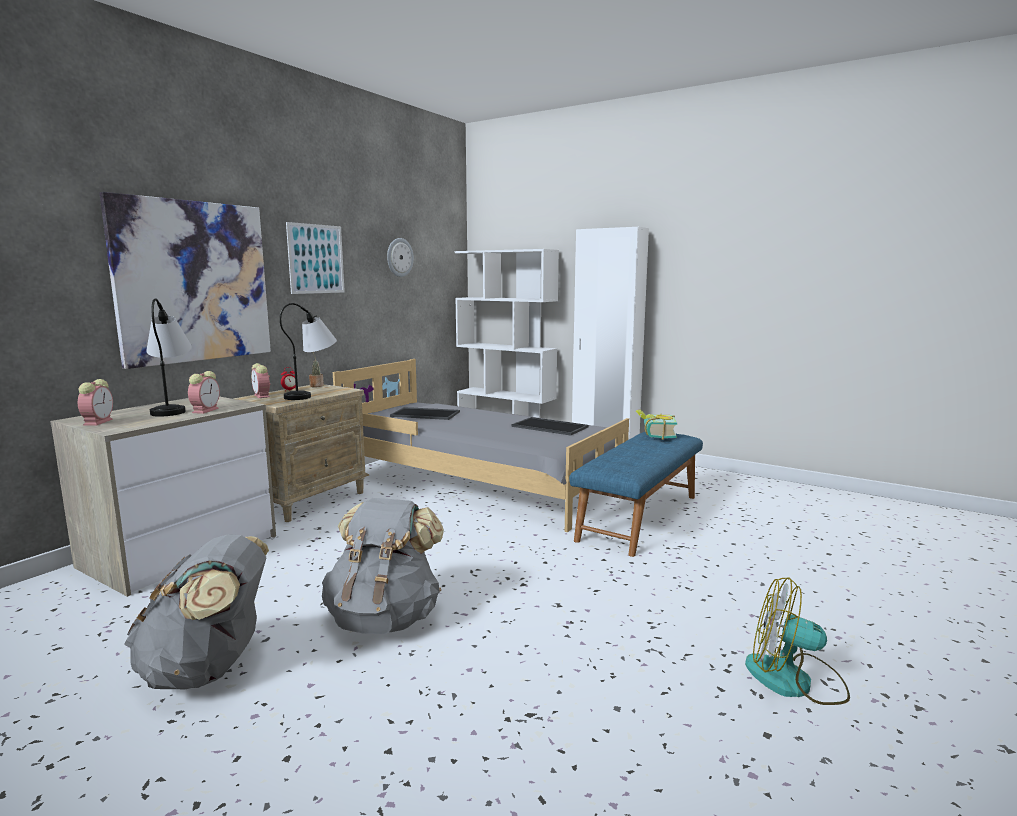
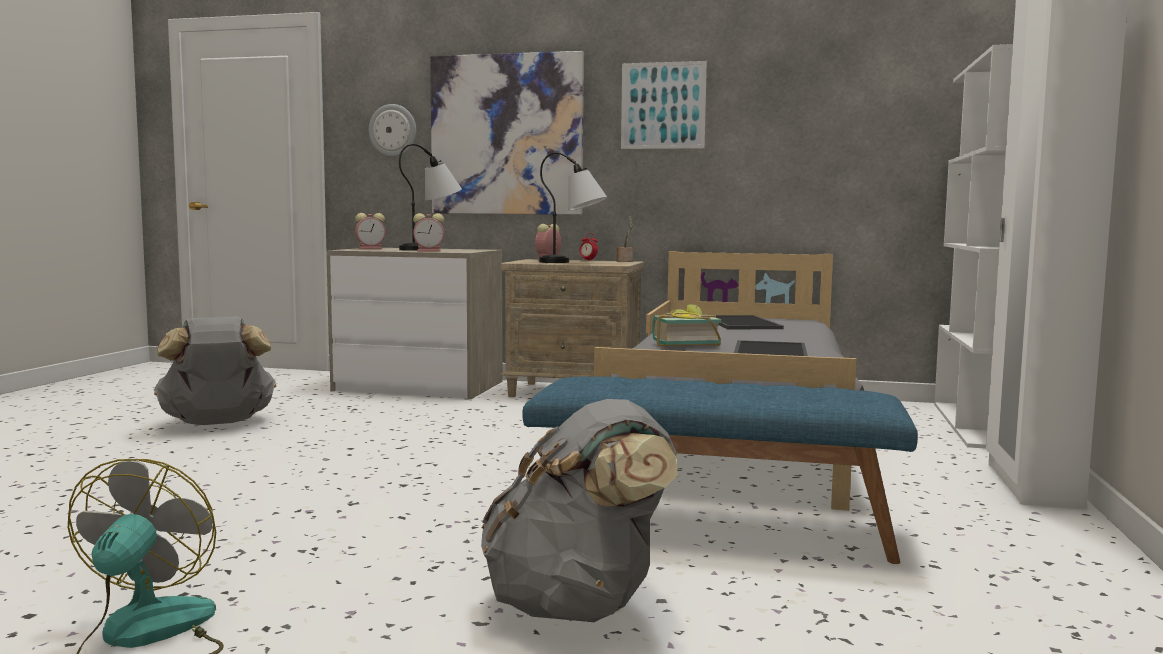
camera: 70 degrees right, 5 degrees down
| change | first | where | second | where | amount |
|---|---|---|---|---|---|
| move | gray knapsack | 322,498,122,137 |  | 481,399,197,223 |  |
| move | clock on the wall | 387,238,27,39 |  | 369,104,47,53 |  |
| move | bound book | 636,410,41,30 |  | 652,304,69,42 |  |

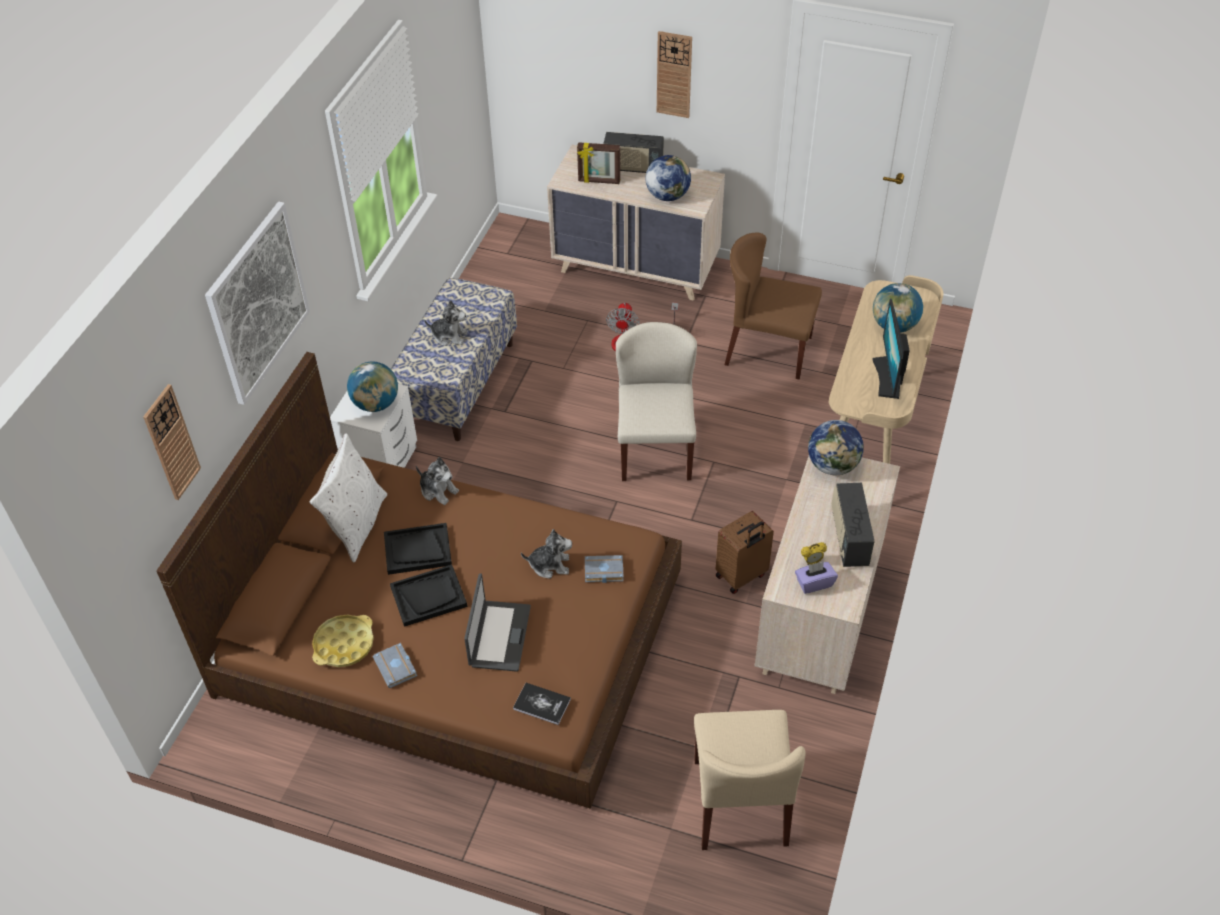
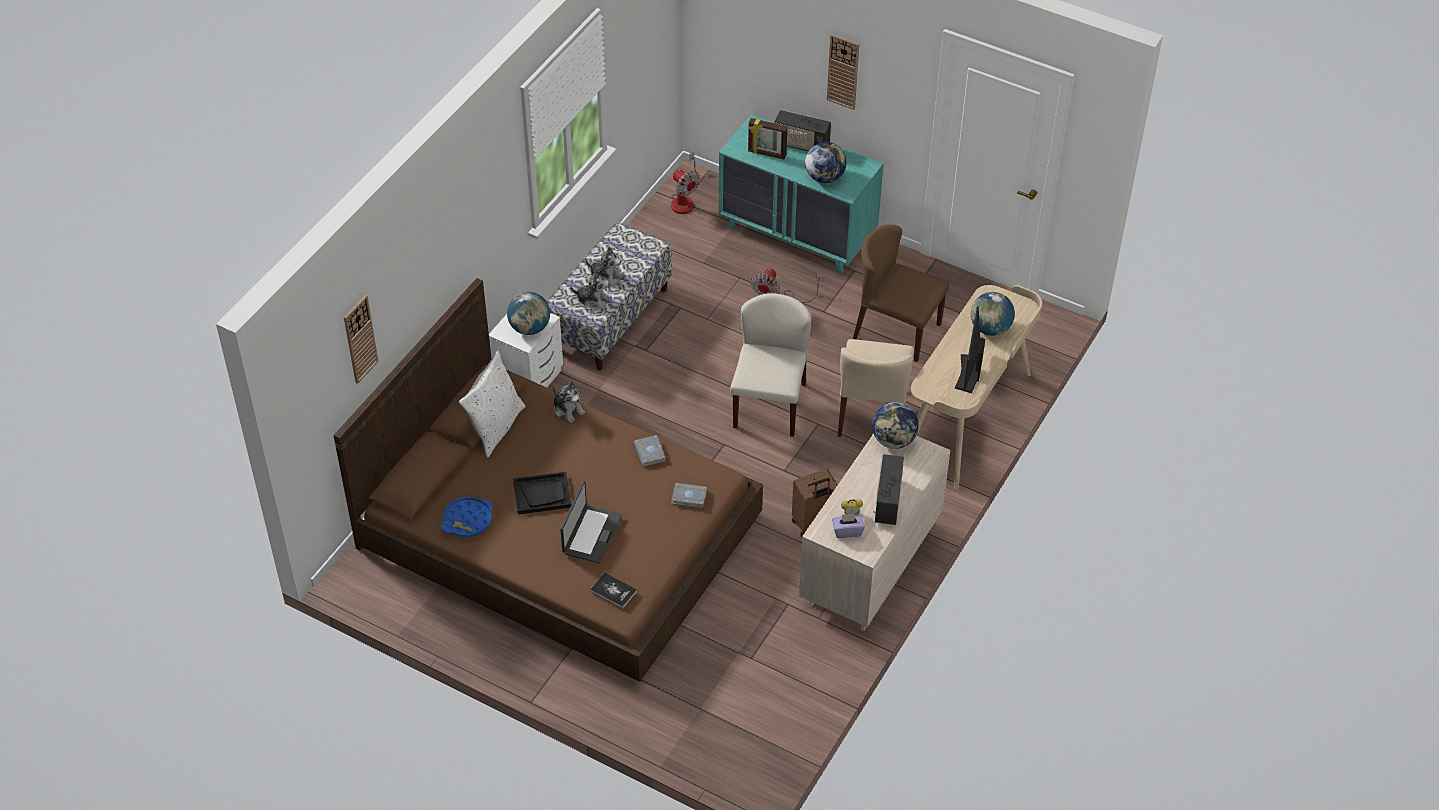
camera: 10 degrees right, 0 degrees up
| change | first | where | second | where | amount |
|---|---|---|---|---|---|
| delete | picture | 205,201,105,204 |  |  |  |
| recolor | yellow-coloured carrying tray | 312,615,62,52 | blue carrying tray | 441,497,52,40 |  |
| move | gray bound book | 373,643,44,45 |  | 634,435,32,32 |  |
| delete | black-coloured carrying tray | 384,523,68,52 |  |  |  |
| move | plush toy | 521,529,51,50 |  | 571,270,38,40 |  |
| recolor | beige-coloured drawer chest | 547,145,178,156 | turquoise-coloured drawer chest | 719,114,164,159 |  |
| move | beige-coloured plain chair | 694,710,112,140 |  | 838,339,76,98 |  |
| insert |  |  | electric fan | 671,152,29,62 |  |

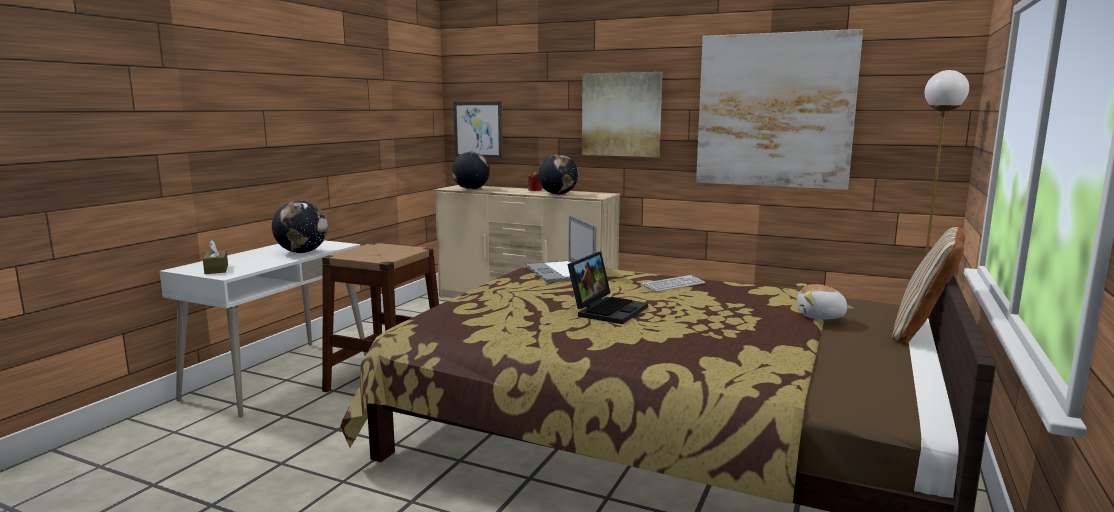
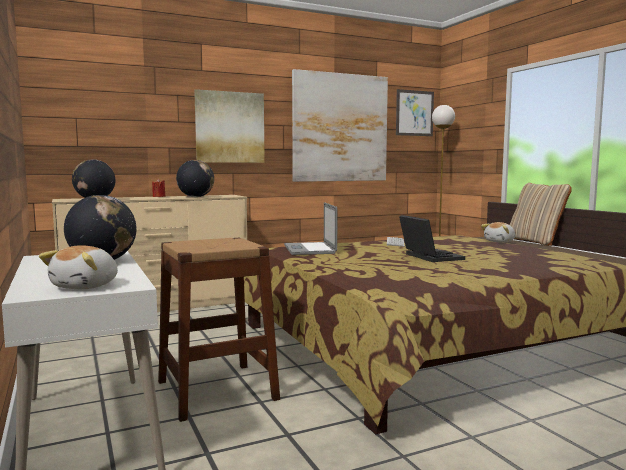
camera: 50 degrees left, 5 degrees down
| change | first | where | second | where | amount |
|---|---|---|---|---|---|
| replace | brown tissue box | 203,240,25,34 | plush toy | 39,245,79,44 |  |
| move | picture | 453,102,50,56 |  | 396,89,38,47 |  |
| rotate | laptop | 525,215,71,68 |  | 284,202,54,53 | 60 degrees clockwise |

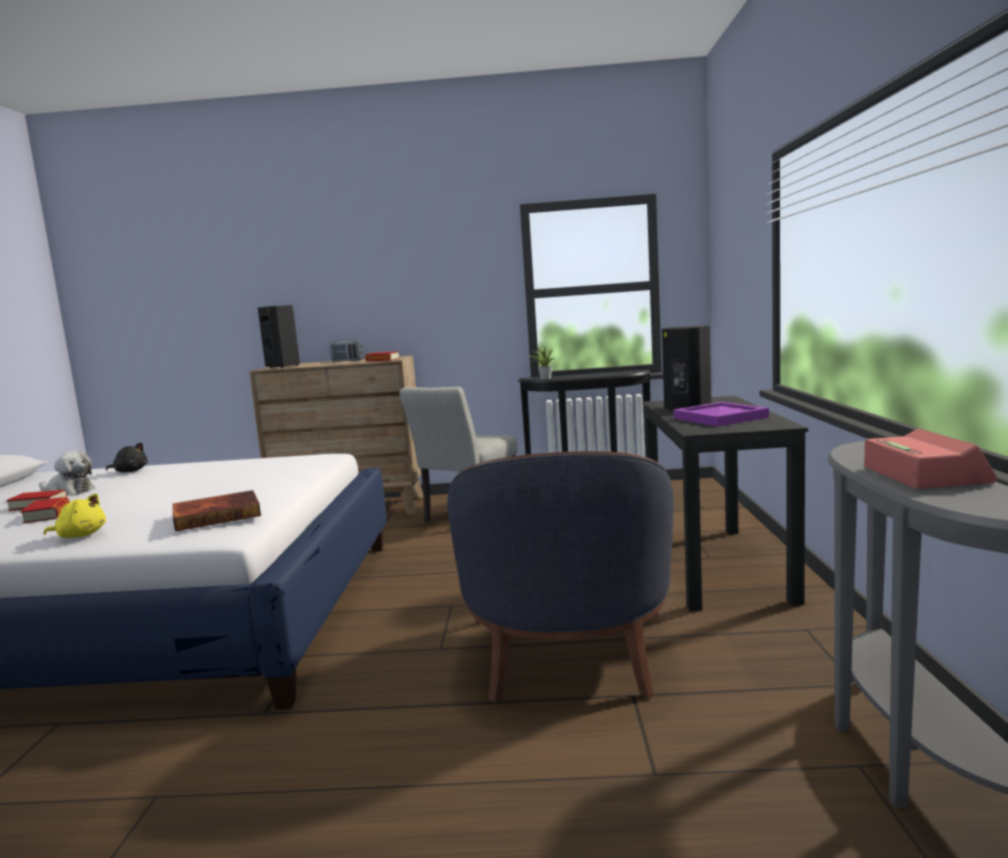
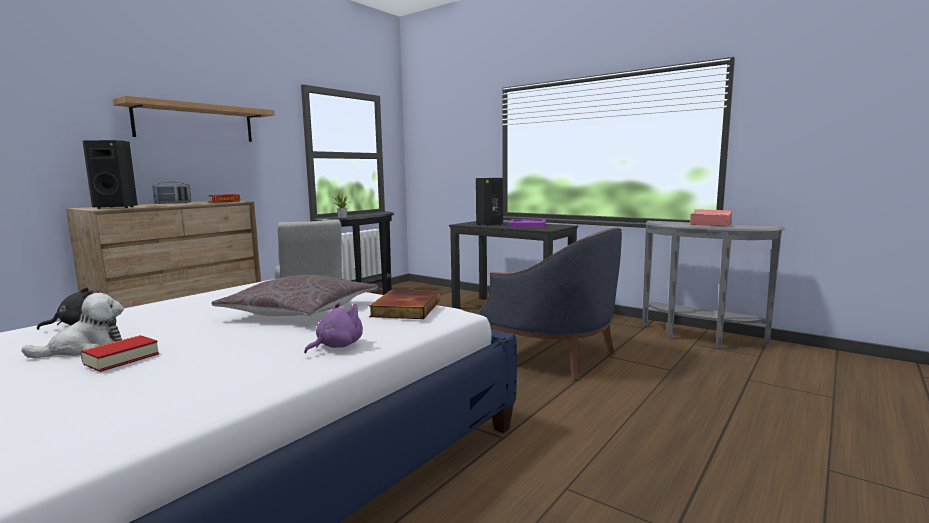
camera: 55 degrees left, 0 degrees up
| change | first | where | second | where | amount |
|---|---|---|---|---|---|
| delete | bound book | 20,497,49,27 |  |  |  |
| recolor | yellow-coloured plush toy | 44,493,62,45 | purplish plush toy | 304,302,59,52 |  |
| insert |  |  | wall shelf | 113,96,161,46 |  |
| insert |  |  | gray throw pillow | 212,275,166,41 |  |

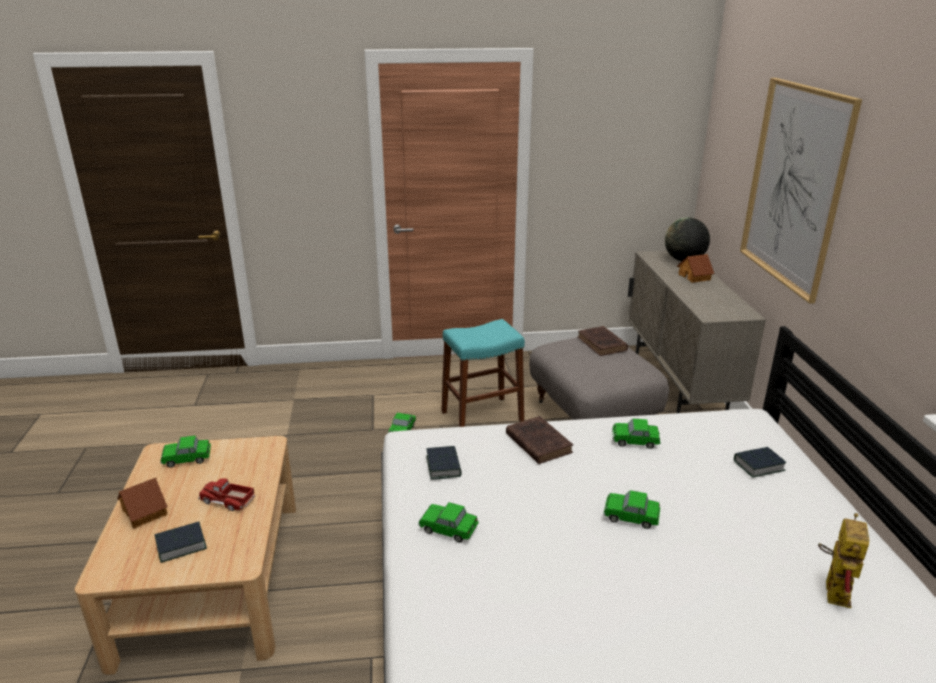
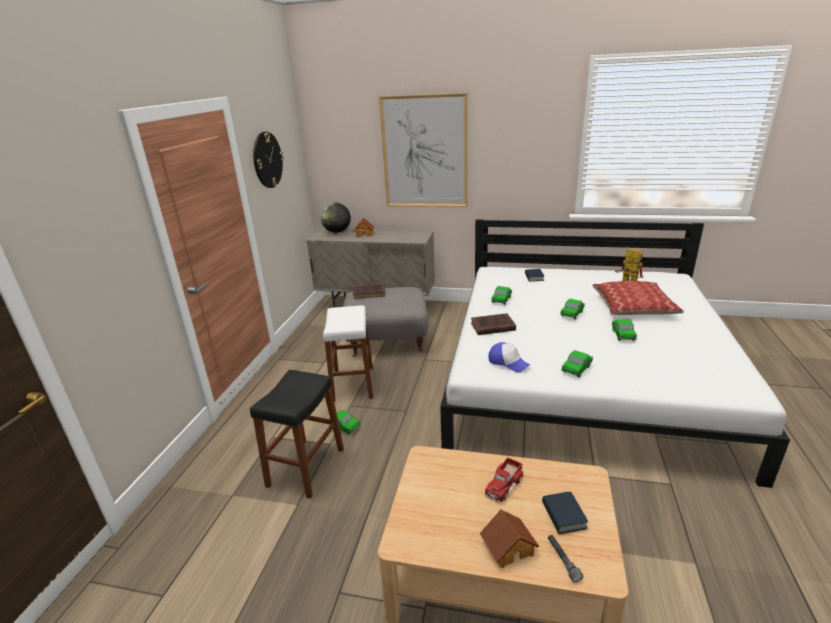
camera: 70 degrees left, 0 degrees up
| change | first | where | second | where | amount |
|---|---|---|---|---|---|
| move | model car | 160,435,51,33 |  | 612,319,25,22 |  |
| replace | bound book | 426,446,36,34 | peaked cap | 488,342,43,30 |  |
| recolor | turquoise-coloured stool seat | 441,319,84,108 | white-coloured stool seat | 323,306,50,96 |  |
| insert |  |  | black-coloured stool seat | 250,370,94,129 |  |
| insert |  |  | clock on the wall | 253,132,31,56 |  |
| insert |  |  | gray hand torch | 548,535,35,48 |  |
| insert |  |  | throw pillow | 593,281,91,34 |  |

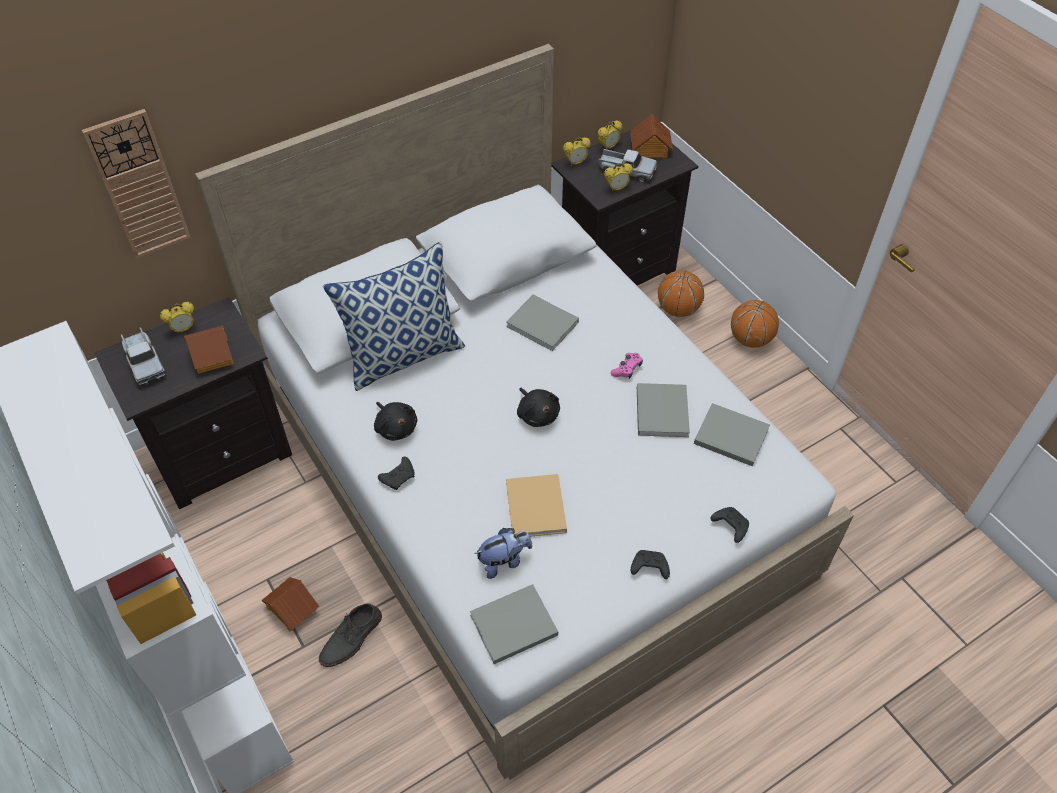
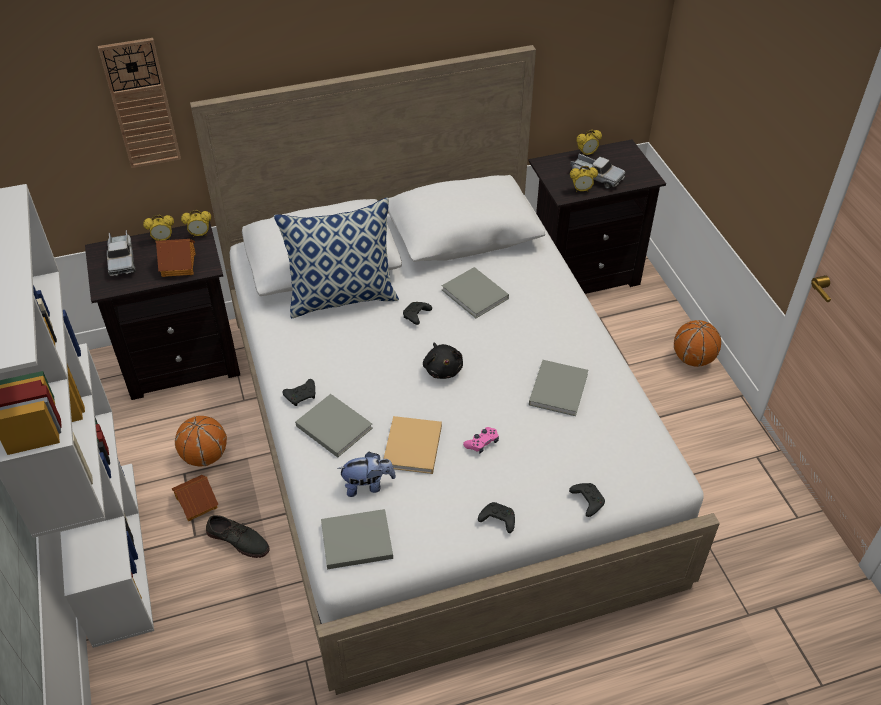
camera: 15 degrees right, 5 degrees down
| change | first | where | second | where | amount |
|---|---|---|---|---|---|
| rotate | gray shoe | 319,603,63,64 |  | 206,515,64,43 | 120 degrees counterclockwise |
| delete | black-coloured plush toy | 374,402,43,39 |  |  |  |
| move | bedside clock | 563,137,28,29 |  | 181,210,30,27 |  |
| move | pink-coloured joypad | 611,353,32,26 |  | 463,427,36,26 |  |
| delete | miniature house | 630,114,43,45 |  |  |  |
| move | basketball ball | 658,270,46,47 |  | 175,416,52,50 |  |
| move | gray bound book | 694,403,76,63 |  | 295,394,78,64 |  |
| insert |  |  | black-coloured joypad | 403,302,29,23 |  |

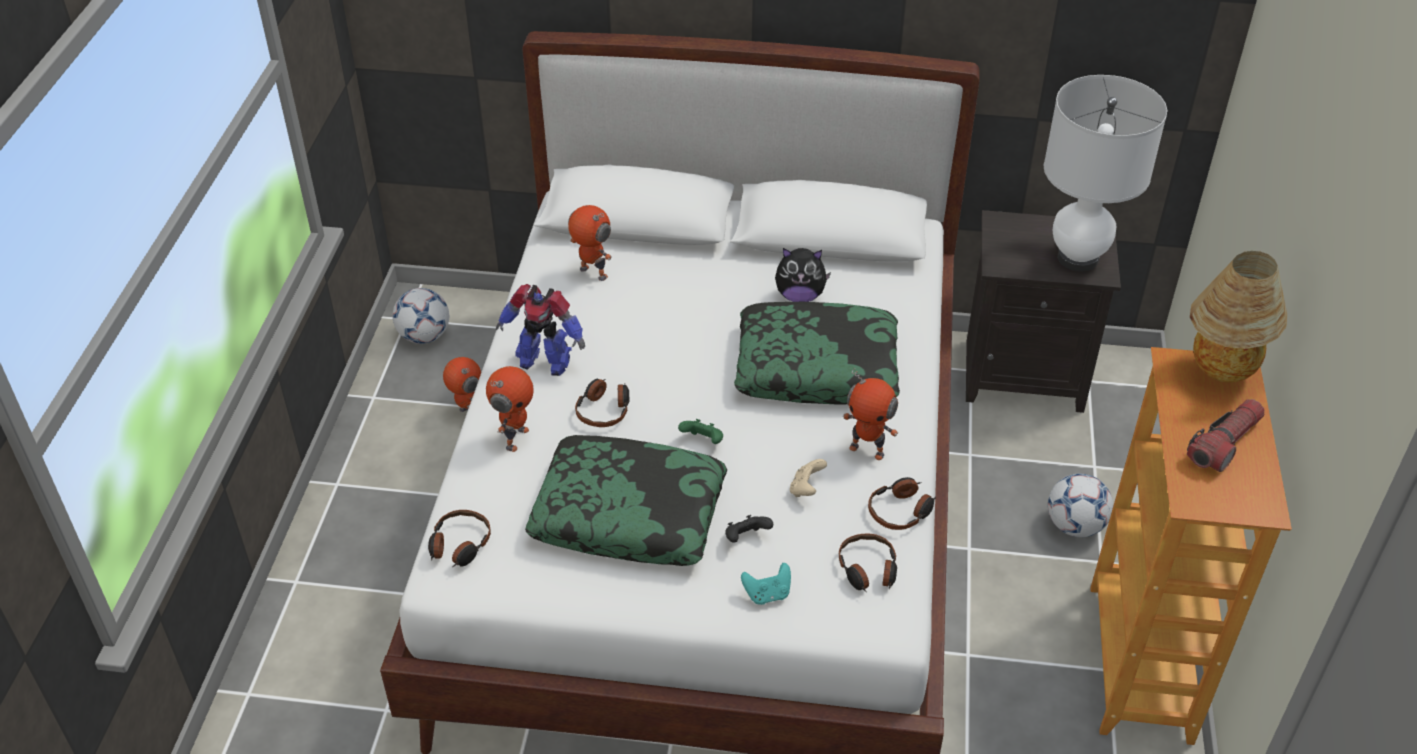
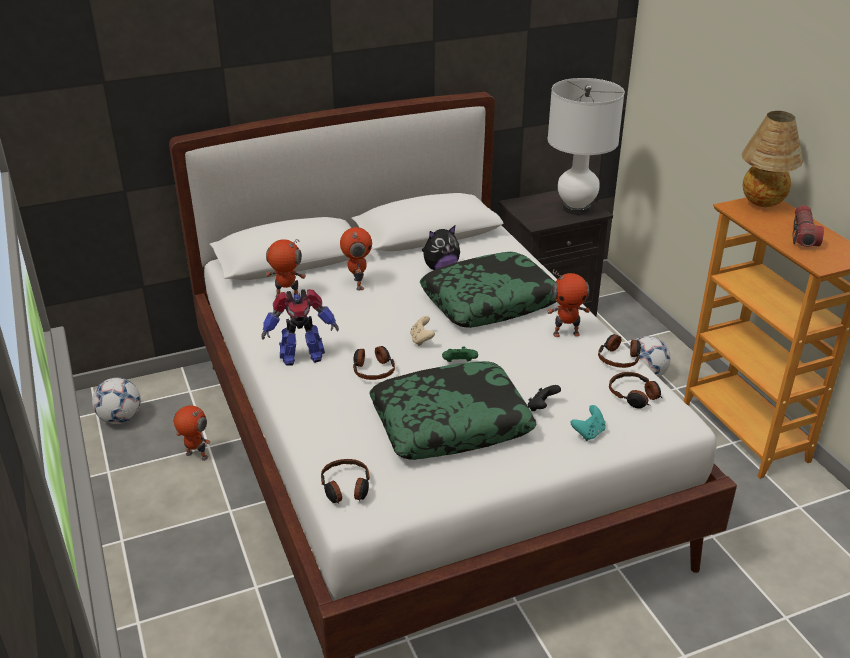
camera: 30 degrees left, 10 degrees down
| change | first | where | second | where | amount |
|---|---|---|---|---|---|
| move | toy robot | 486,366,48,86 |  | 340,227,32,64 |  |
| move | beige-coloured joypad | 790,459,37,38 |  | 410,316,25,30 |  |

